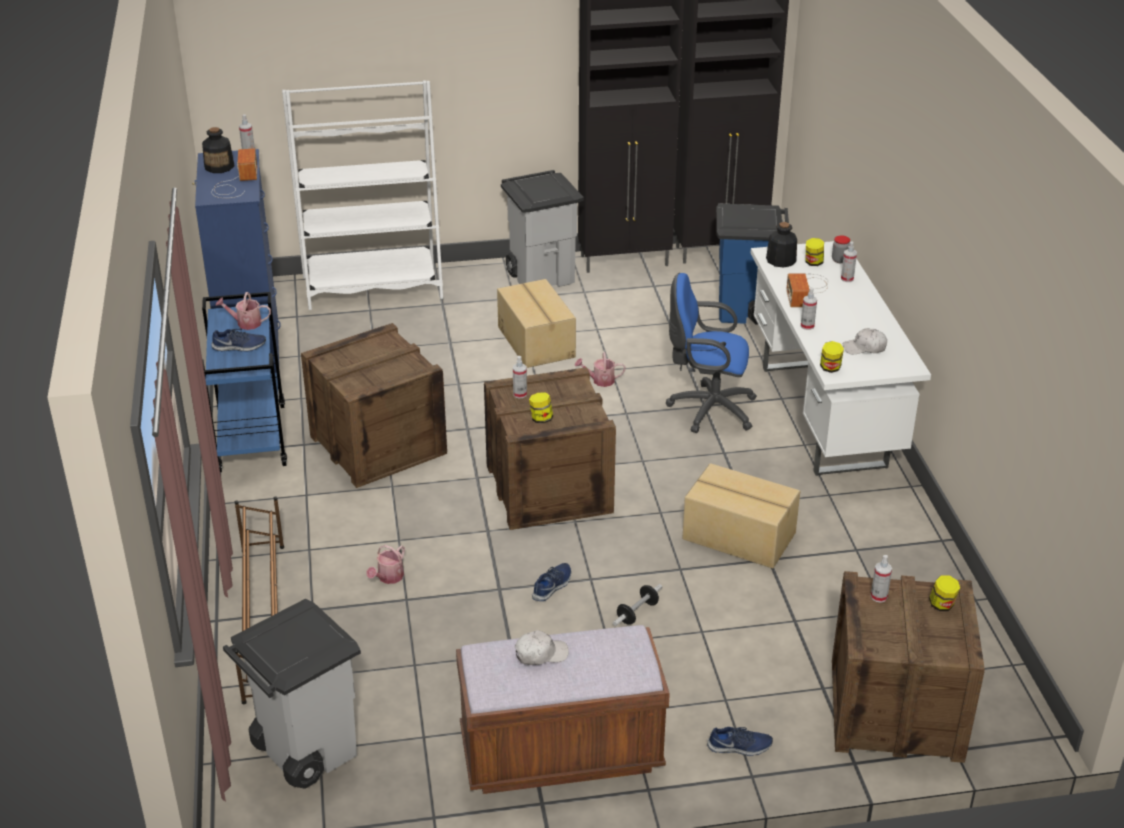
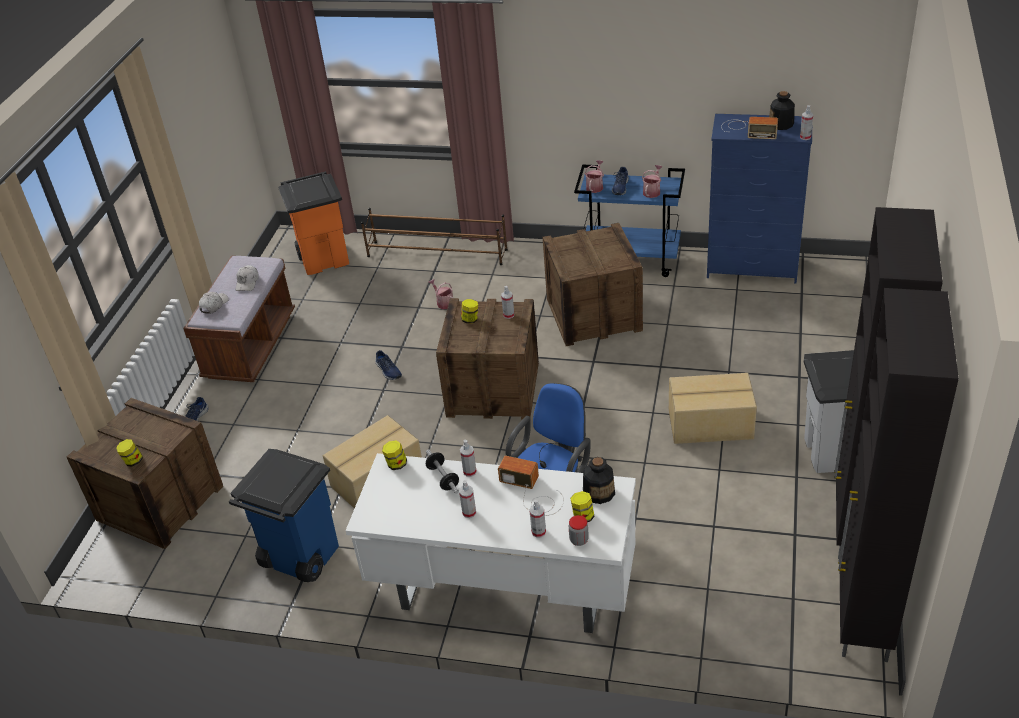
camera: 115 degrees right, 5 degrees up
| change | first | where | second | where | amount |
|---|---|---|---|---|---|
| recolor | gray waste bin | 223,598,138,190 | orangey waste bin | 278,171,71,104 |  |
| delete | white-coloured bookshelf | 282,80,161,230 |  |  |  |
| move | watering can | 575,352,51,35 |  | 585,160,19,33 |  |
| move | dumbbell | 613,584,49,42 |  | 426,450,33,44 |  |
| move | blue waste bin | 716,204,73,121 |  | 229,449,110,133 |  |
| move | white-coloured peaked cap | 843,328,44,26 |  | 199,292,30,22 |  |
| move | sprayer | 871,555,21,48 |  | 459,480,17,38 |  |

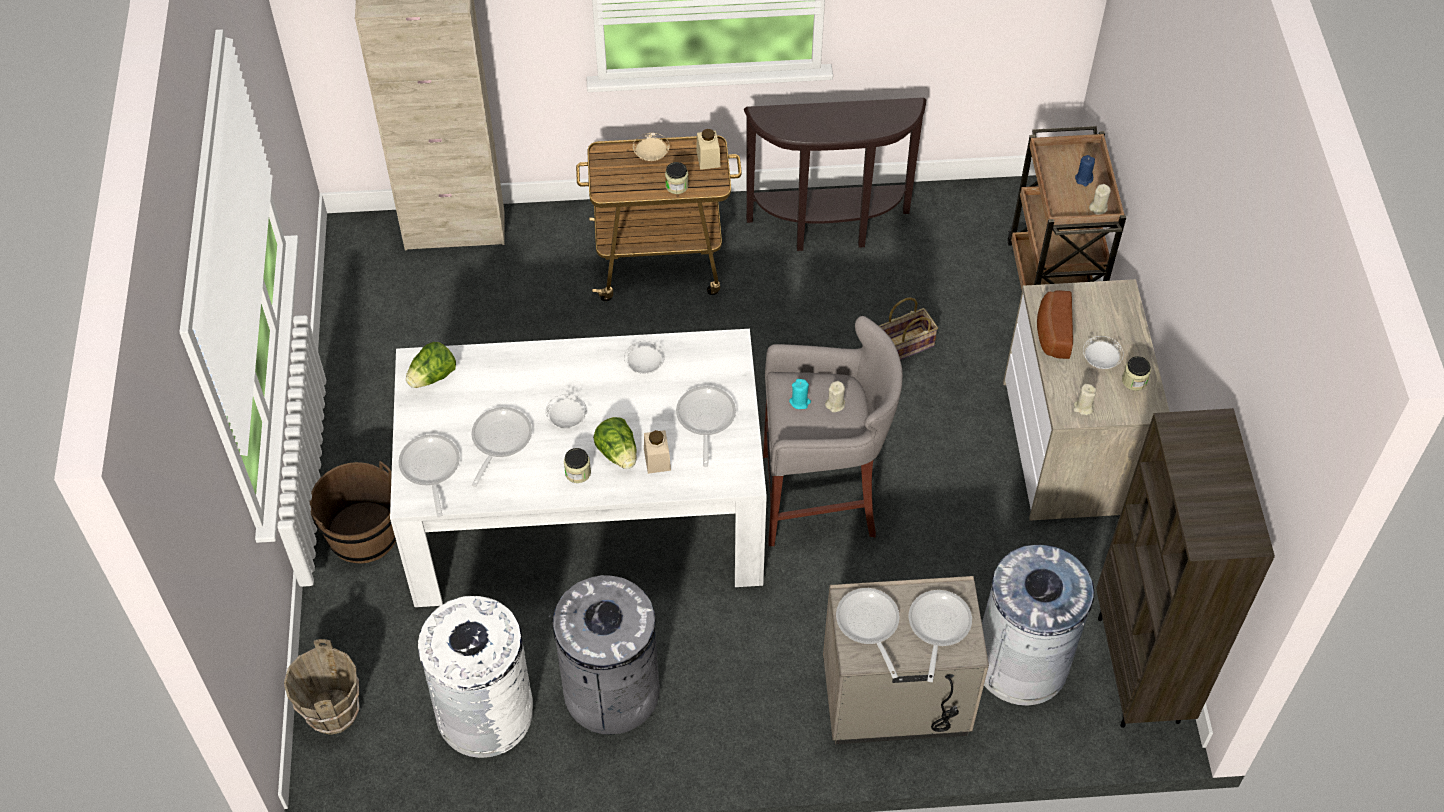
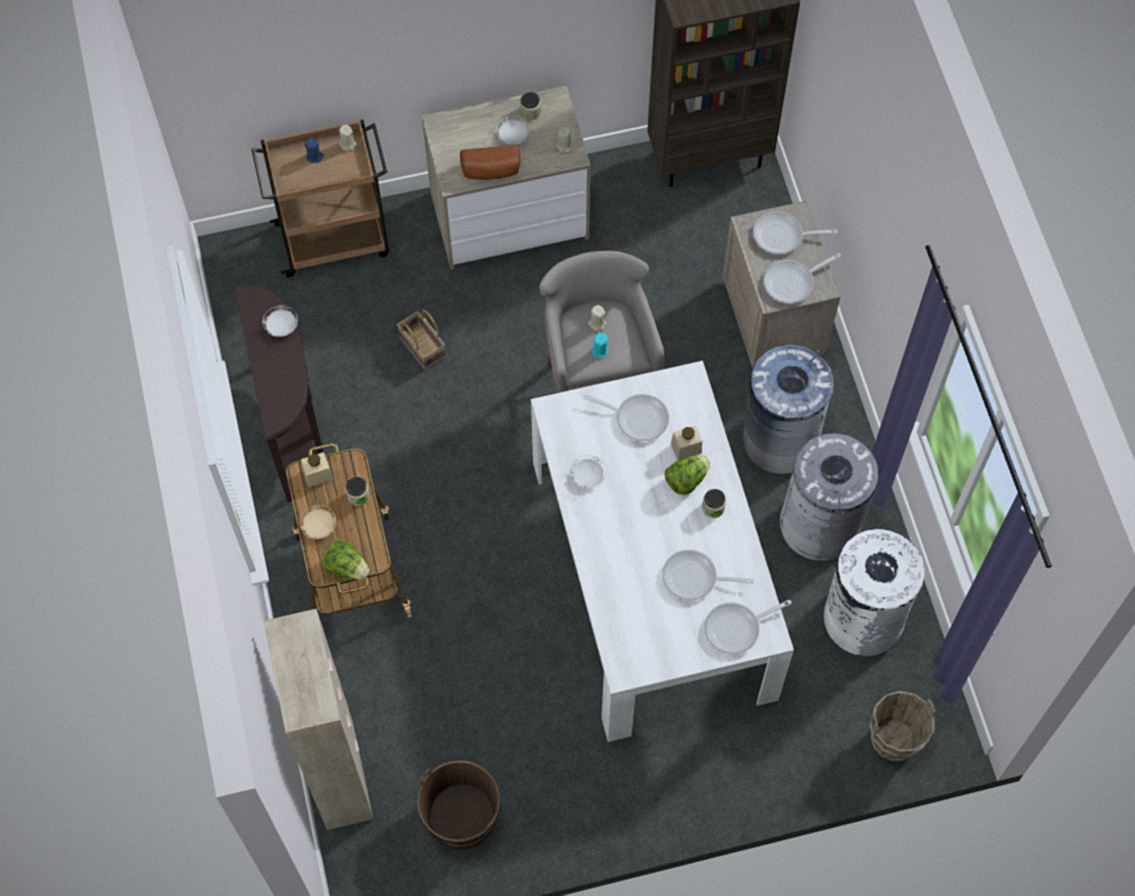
camera: 100 degrees left, 10 degrees up
| change | first | where | second | where | amount |
|---|---|---|---|---|---|
| move | brown bucket | 310,461,86,103 |  | 418,761,82,88 |  |
| move | lettuce | 406,342,50,46 |  | 323,539,47,41 |  |
| move | white-coloured plate | 545,394,42,35 |  | 262,305,36,32 |  |
| rotate | frying pan | 676,386,60,81 |  | 584,394,85,47 | 150 degrees counterclockwise |
| move | gray waste bin | 982,544,112,162 |  | 742,345,92,129 |  |

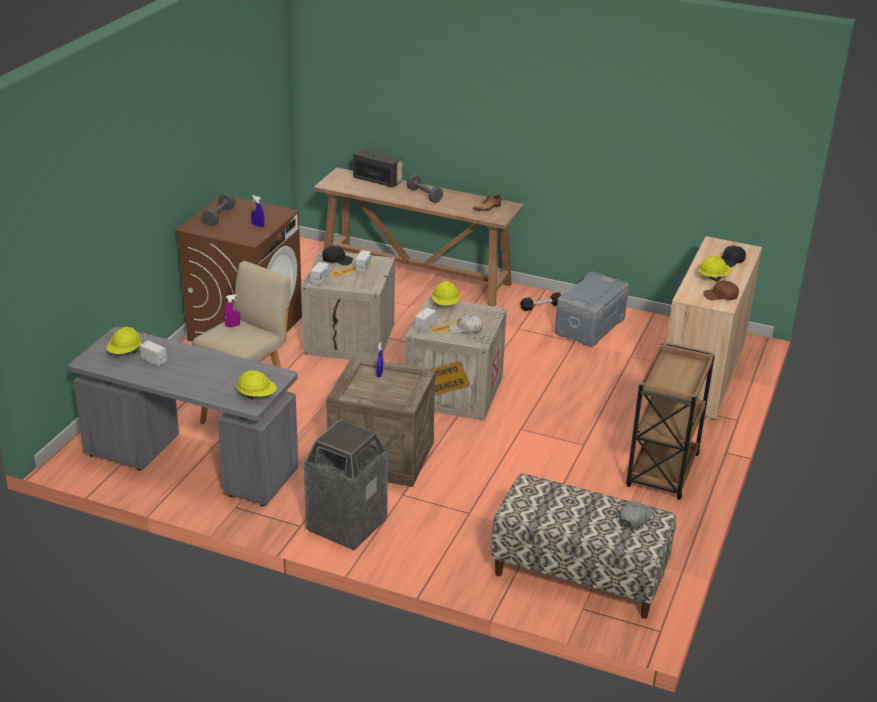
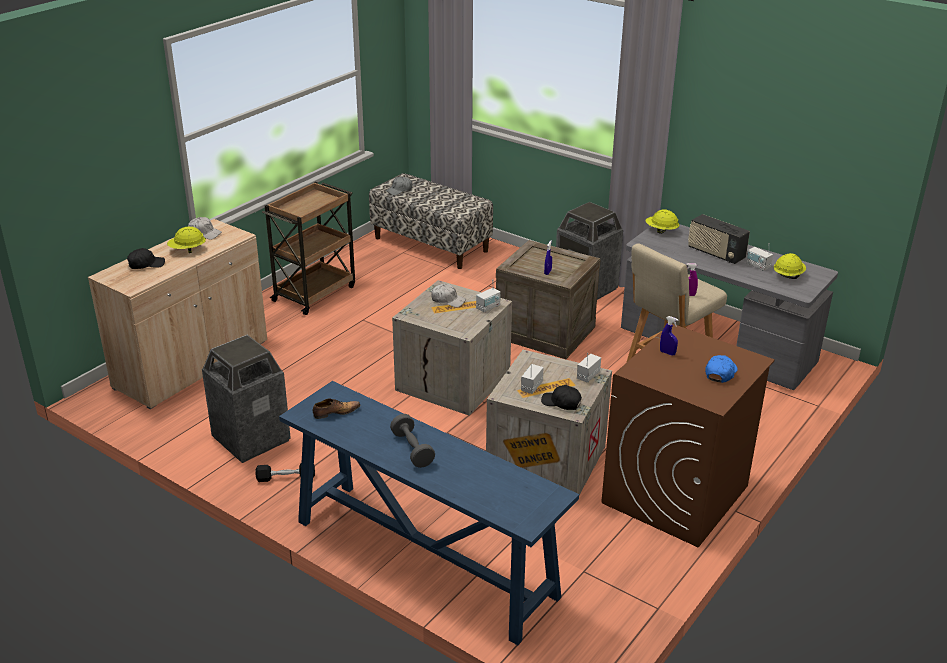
camera: 165 degrees left, 0 degrees up
| change | first | where | second | where | amount |
|---|---|---|---|---|---|
| replace | gray dumbbell | 201,193,34,33 | blue peaked cap | 705,355,33,28 |  |
| recolor | brown console table | 314,168,210,139 | blue console table | 279,381,300,264 |  |
| move | radio set | 353,149,49,39 |  | 688,214,62,50 |  |
| delete | yellow-coloured hard hat | 432,281,28,24 |  |  |  |
| replace | gray storage bin | 555,272,74,75 | waste bin | 202,335,89,128 |  |
| recolor | brown peaked cap | 703,280,36,20 | white-coloured peaked cap | 188,217,34,23 |  |

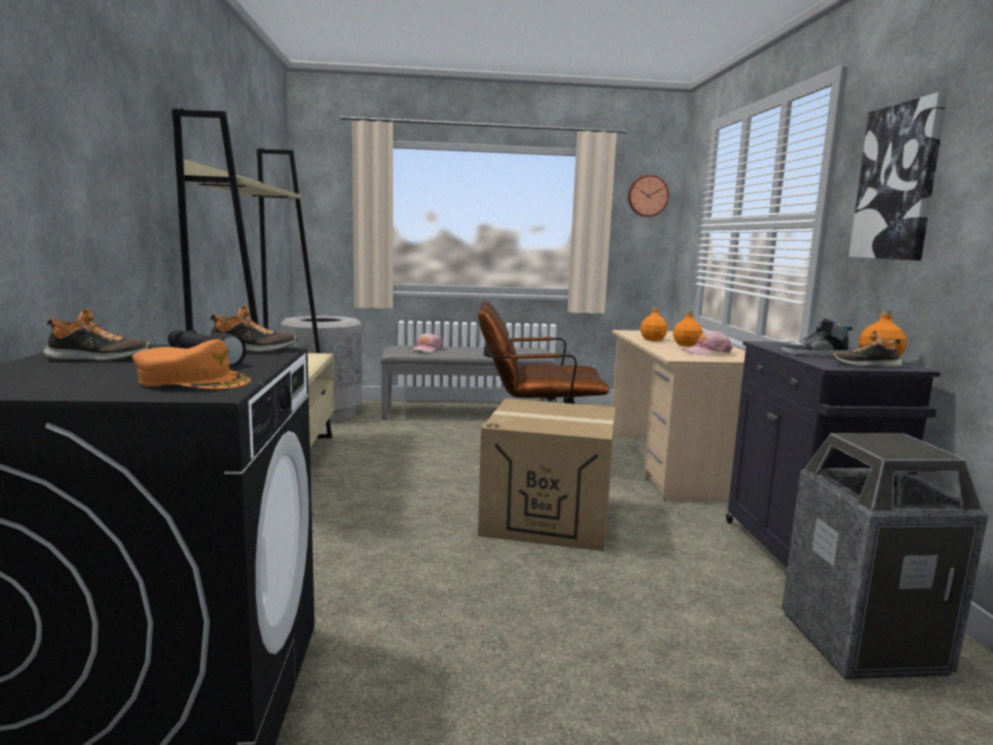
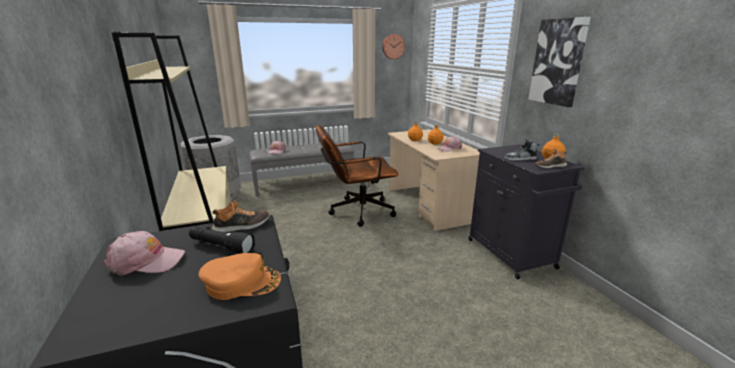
camera: 15 degrees left, 10 degrees up
| change | first | where | second | where | amount |
|---|---|---|---|---|---|
| replace | shoe | 44,308,107,52 | pink-coloured peaked cap | 104,231,81,45 |  |
| delete | packing box | 478,398,137,153 |  |  |  |
| delete | waste bin | 782,433,206,246 |  |  |  |

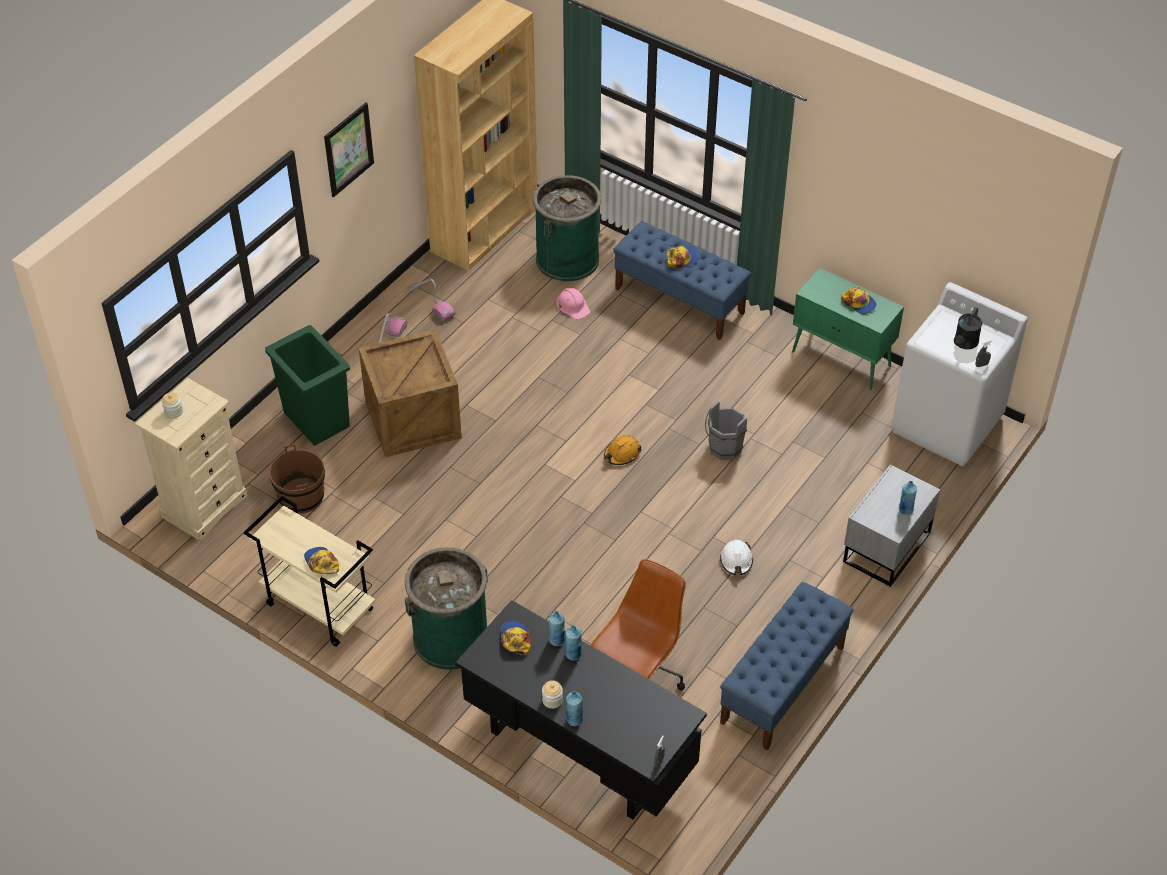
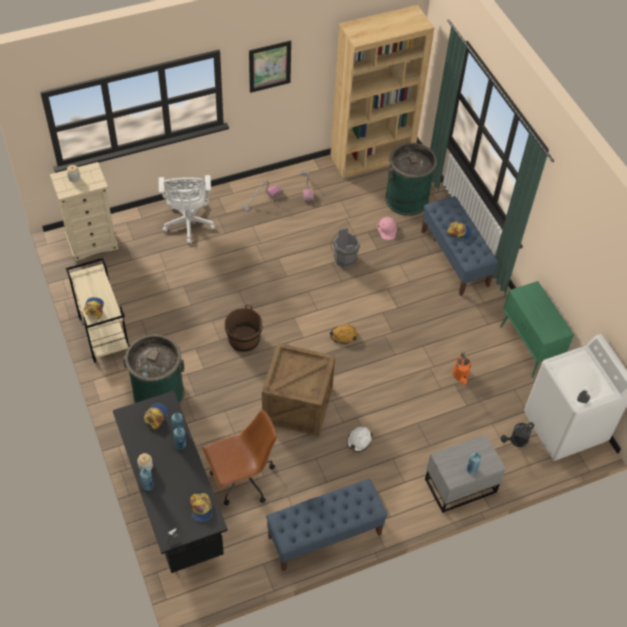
camera: 30 degrees right, 5 degrees up
| change | first | where | second | where | amount |
|---|---|---|---|---|---|
| replace | green waste bin | 265,325,85,121 | white-coloured office chair | 159,175,56,68 |  |
| move | brown bucket | 269,444,56,70 |  | 225,305,38,47 |  |
| move | packing crate | 359,330,103,127 |  | 262,343,73,93 |  |
| move | gray bucket | 705,401,42,59 |  | 331,228,29,40 |  |
| move | peaked cap | 841,286,36,28 |  | 190,493,22,29 |  |
| move | black-coloured watering can | 954,307,28,42 |  | 501,422,33,25 |  |
| insert |  |  | orangey watering can | 453,352,18,33 |  |

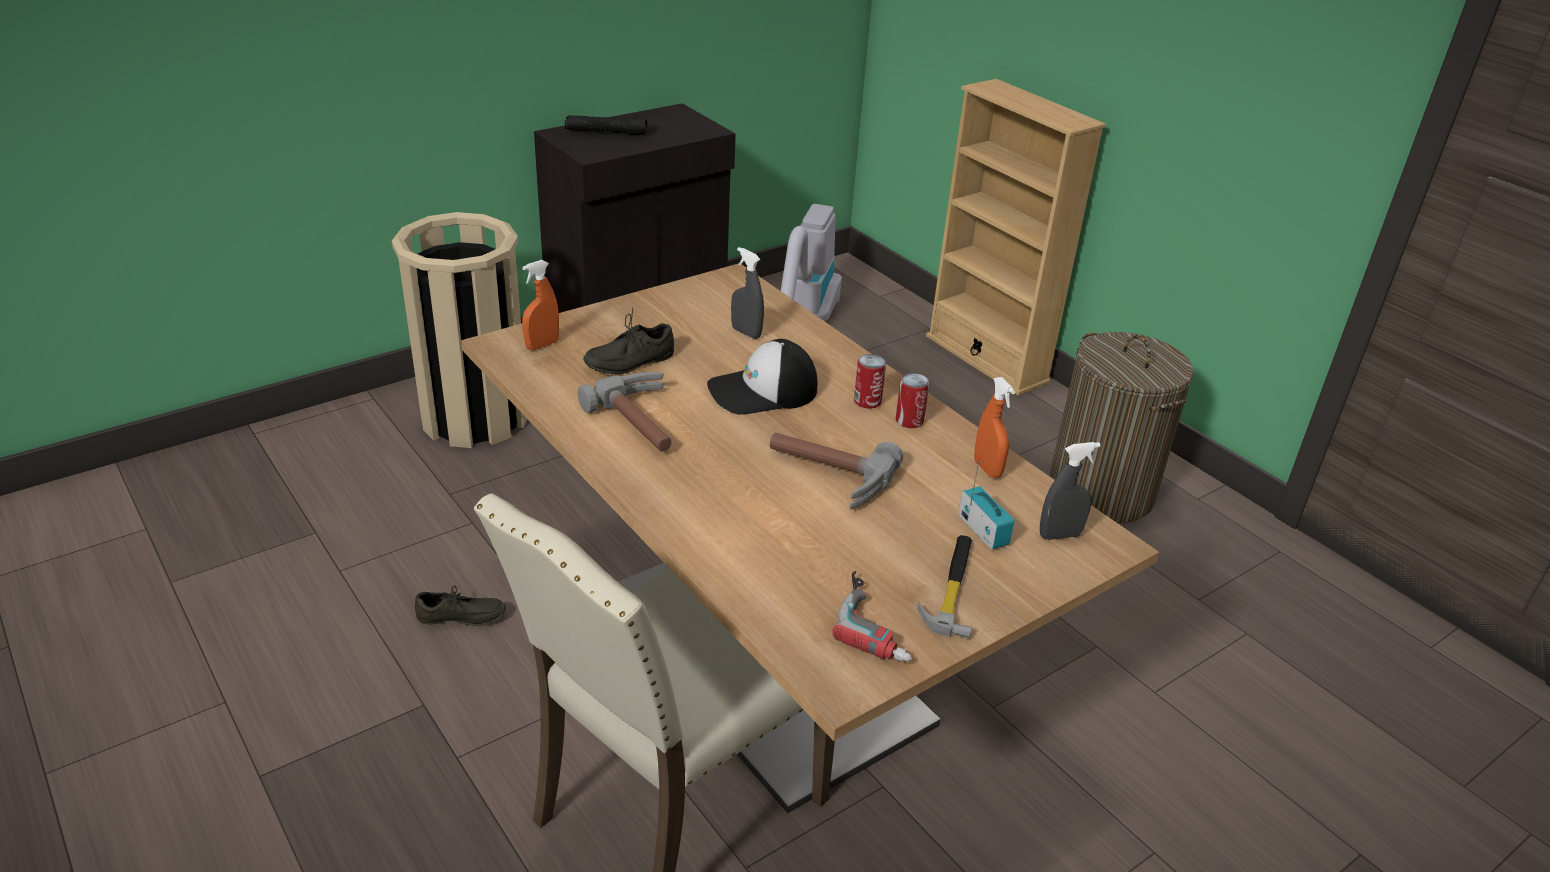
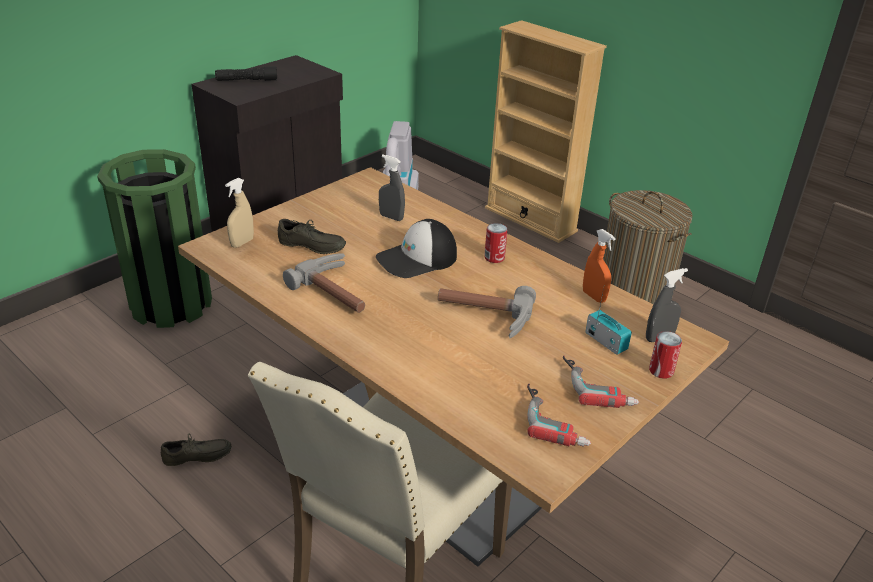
camera: 10 degrees left, 0 degrees up
| change | first | where | second | where | amount |
|---|---|---|---|---|---|
| recolor | beige-coloured waste bin | 392,212,135,236 | green waste bin | 97,149,115,179 |  |
| recolor | orangey sprayer | 522,260,37,90 | beige-coloured sprayer | 225,178,29,70 |  |
| rotate | gray shoe | 583,307,91,67 |  | 278,219,68,35 | 120 degrees counterclockwise |
| move | sealed can | 896,373,33,55 |  | 649,331,33,48 |  |
| replace | hammer | 917,535,55,103 | electric drill | 563,355,76,53 |  |

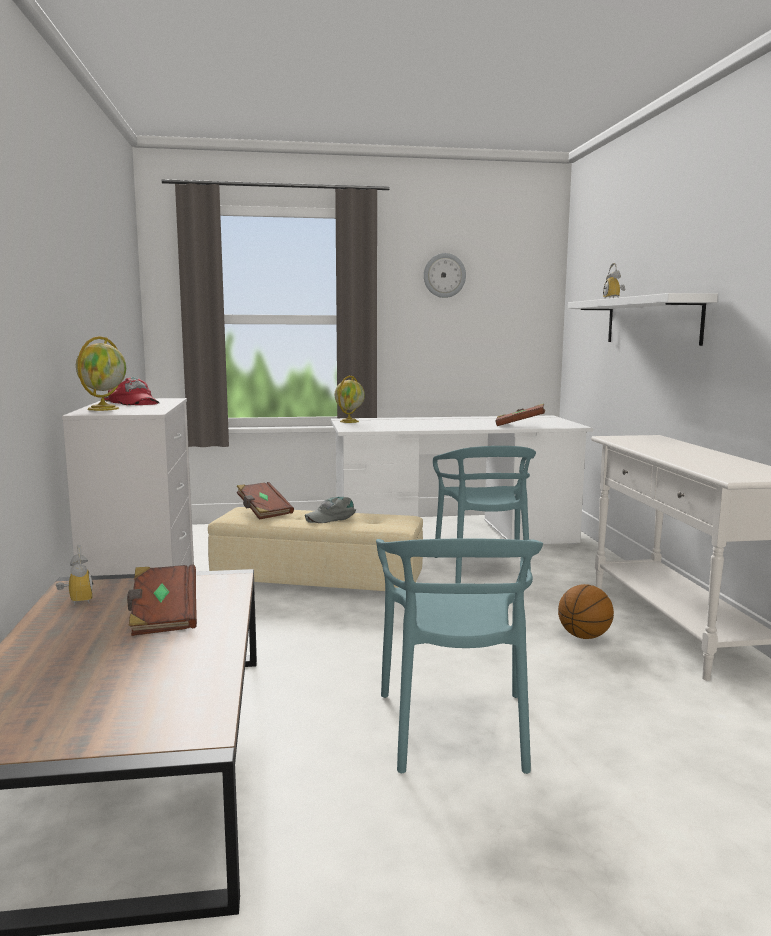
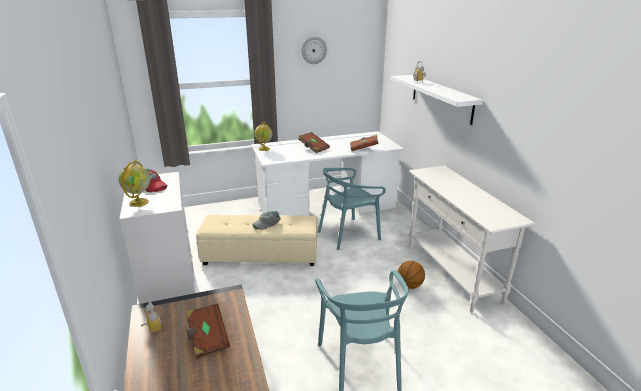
camera: 10 degrees left, 15 degrees up
| change | first | where | second | where | amount |
|---|---|---|---|---|---|
| move | brown bound book | 237,482,57,38 |  | 298,132,32,21 |  |
| rotate | turquoise-coloured plain chair | 433,446,103,138 |  | 318,168,68,82 | 75 degrees clockwise |

